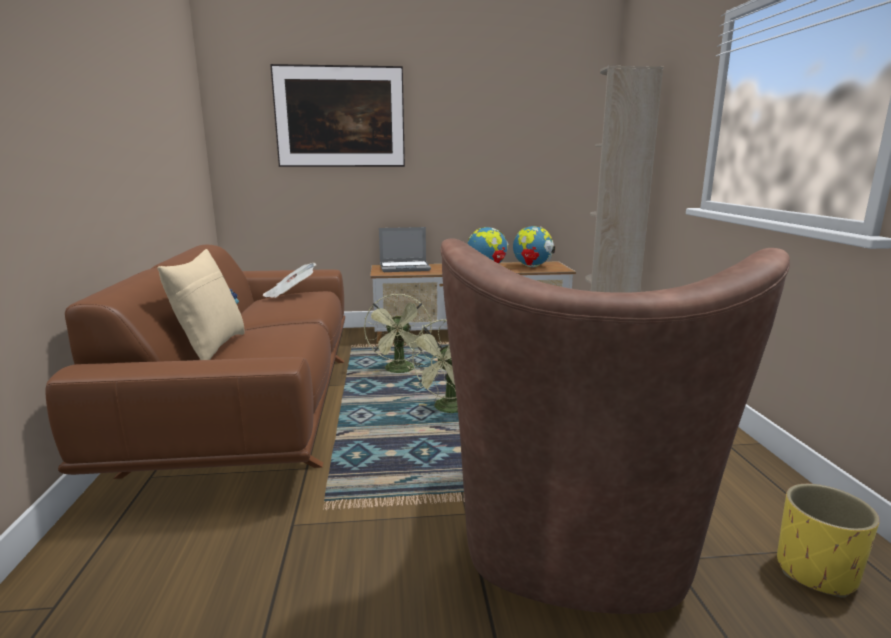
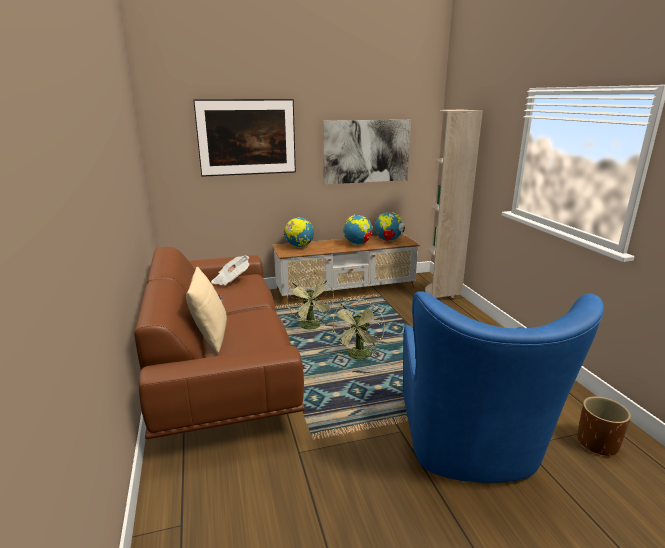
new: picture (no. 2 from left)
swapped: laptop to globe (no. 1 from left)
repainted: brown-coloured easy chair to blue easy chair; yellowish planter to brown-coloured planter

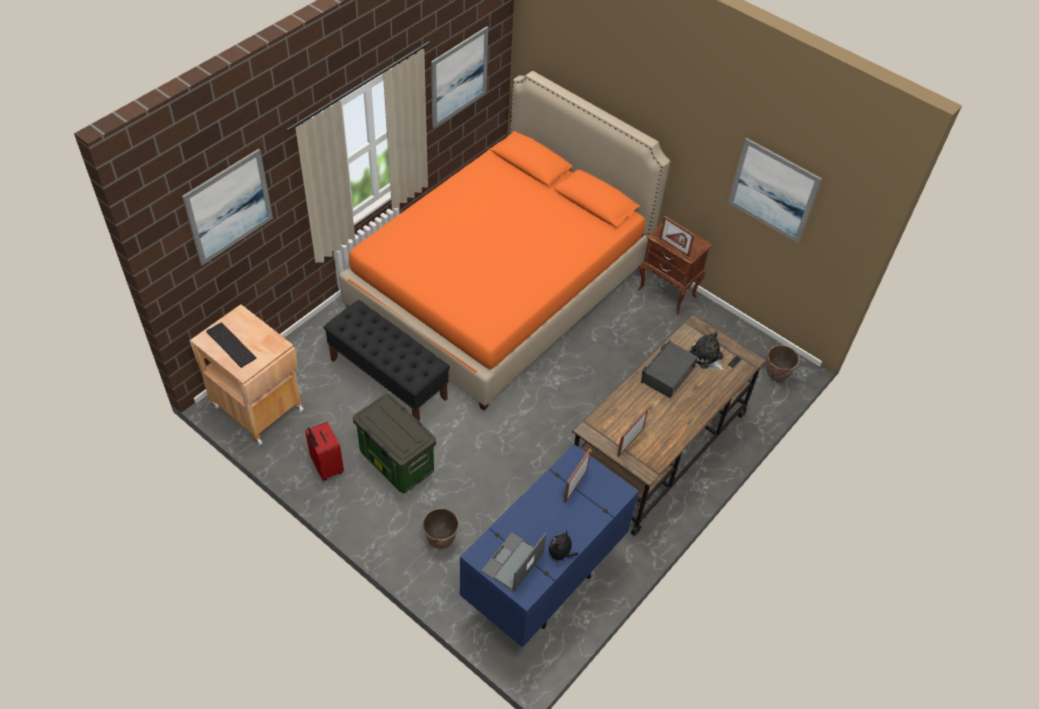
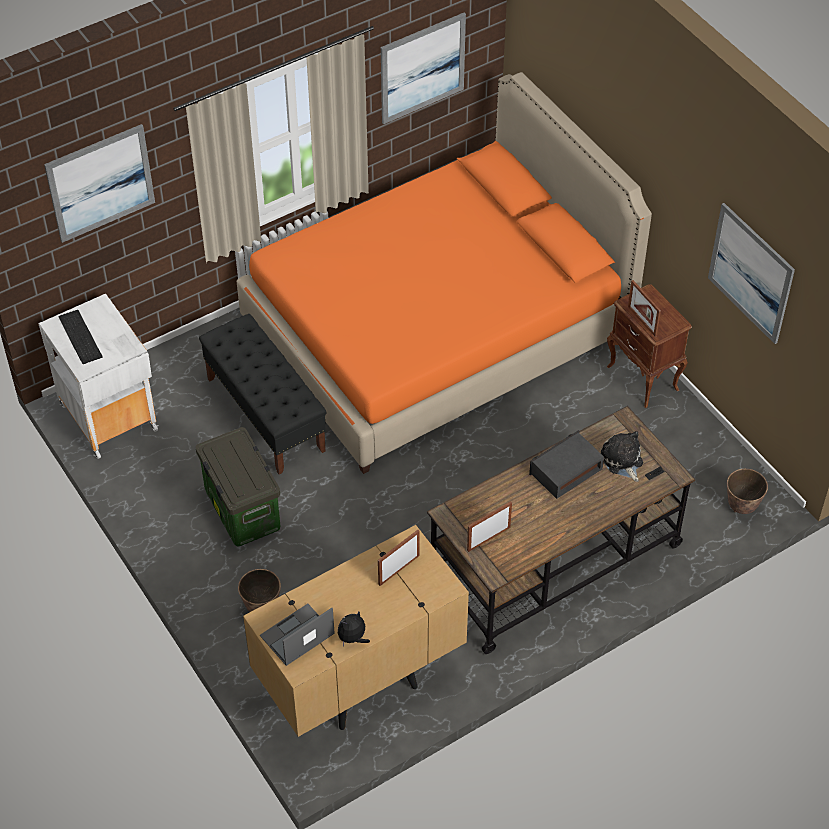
gone: reddish suitcase
repainted: brown-coloured wheeled cart to whitish wheeled cart; blue drawer chest to beige drawer chest

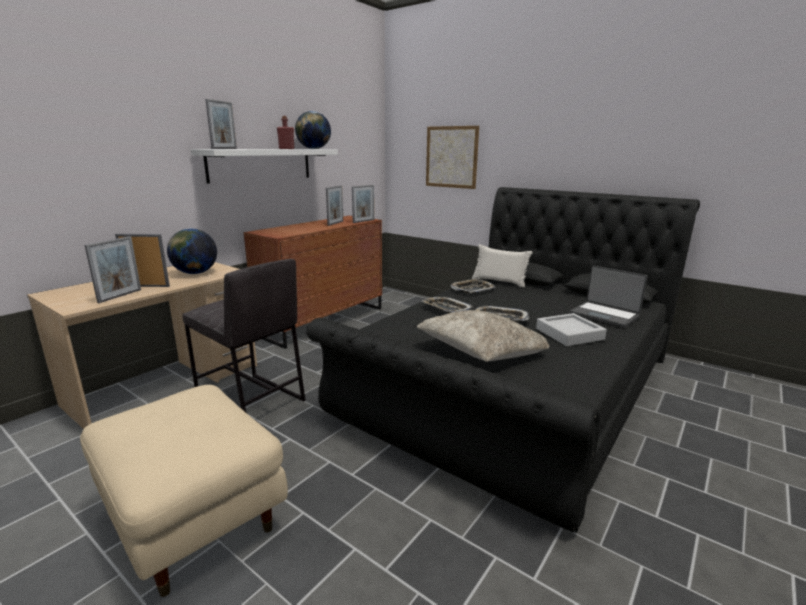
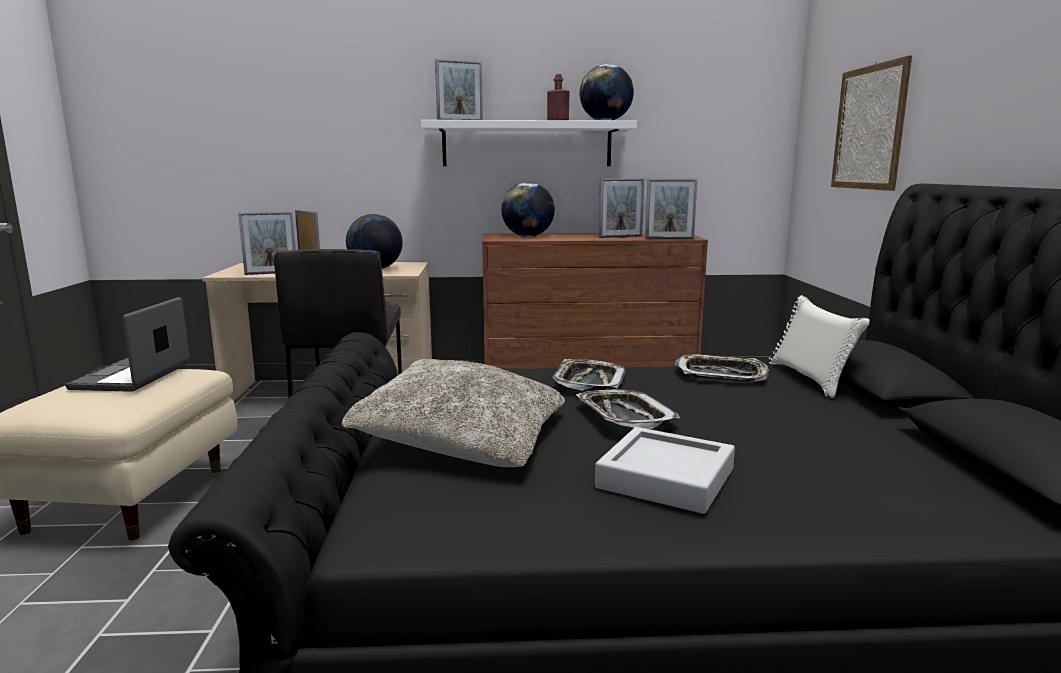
new: globe (no. 2 from left)
shifted: laptop

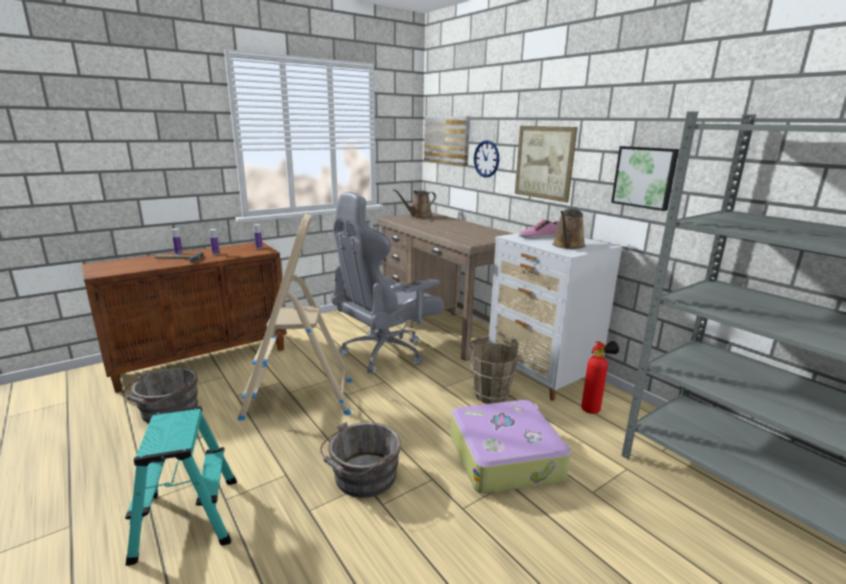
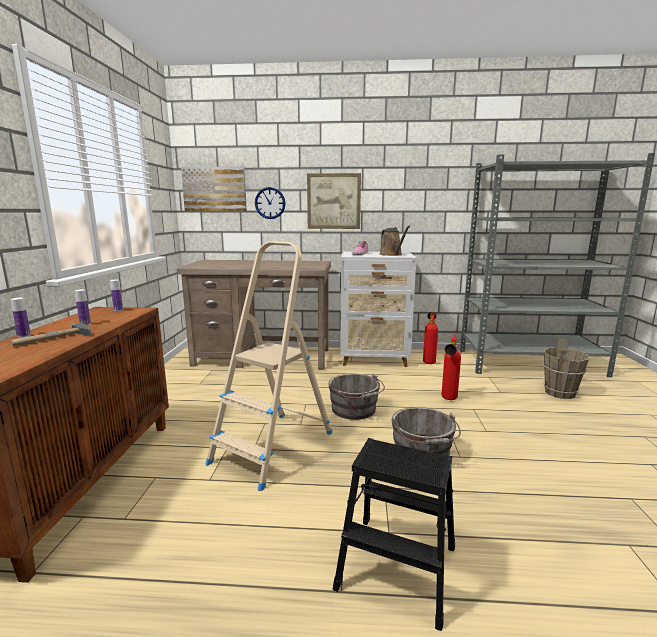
gone: picture (no. 3 from left); brown-coloured watering can (no. 1 from left); greyish desk chair
shifted: brown-coloured bucket; greyish bucket (no. 1 from left)
swapped: suitcase to fire extinguisher (no. 2 from left)
repainted: blue-green step ladder to black-coloured step ladder

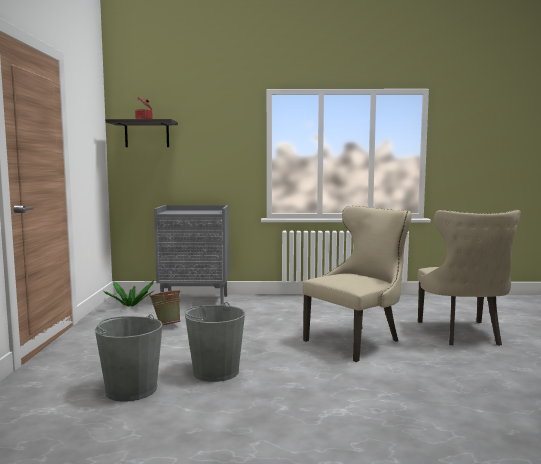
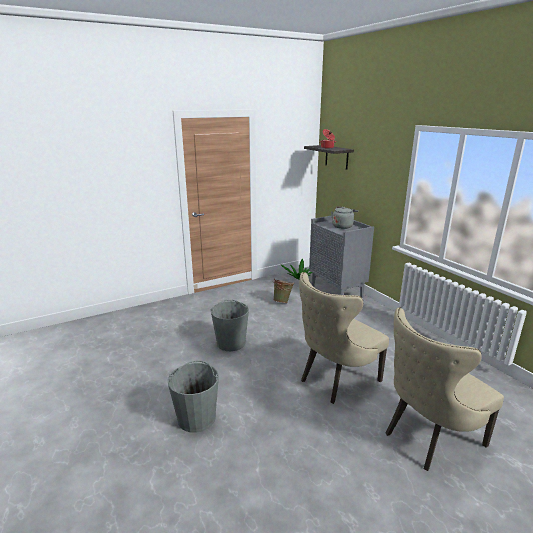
new: greyish kettle
shifted: greyish bucket (no. 1 from left)
rotated: beige plain chair (no. 1 from left) 120 degrees clockwise

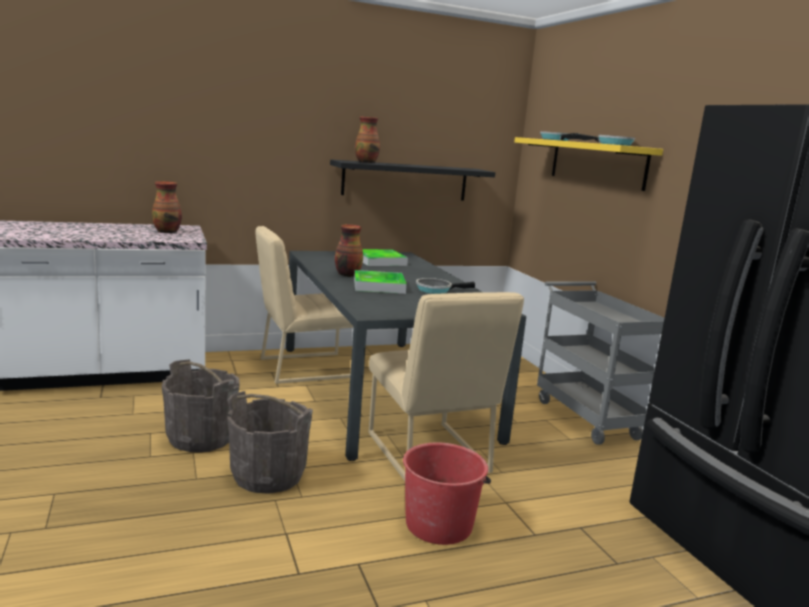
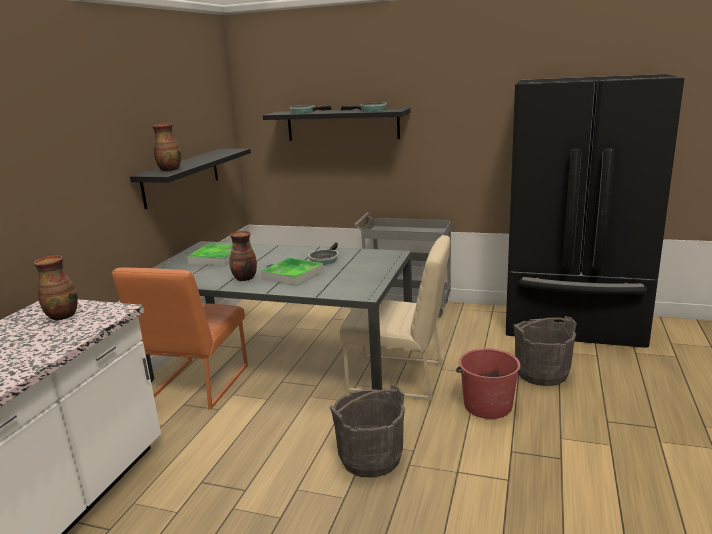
shifted: greyish bucket (no. 1 from left in the first image) to greyish bucket (no. 2 from left)
repainted: yellowish shelf to black-coloured shelf (no. 2 from left); beige plain chair (no. 1 from left) to orangey plain chair

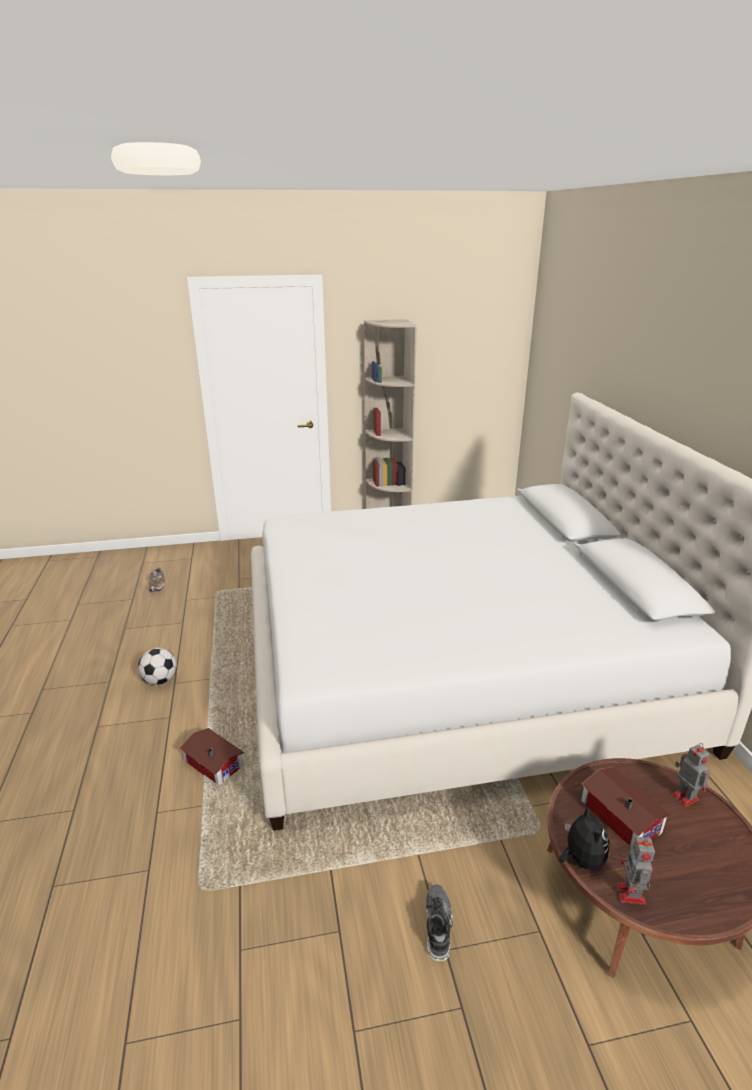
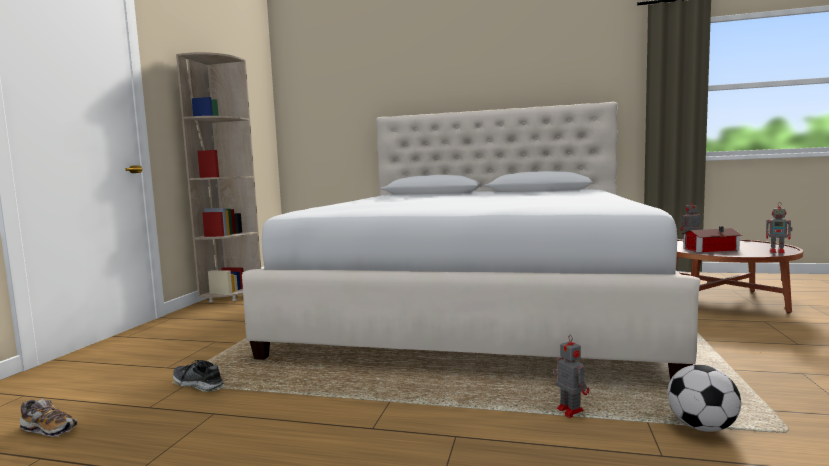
gone: soft toy
shifted: ball for football; shoe (no. 2 from left)
swapped: model house (no. 1 from left) to toy robot (no. 1 from left)

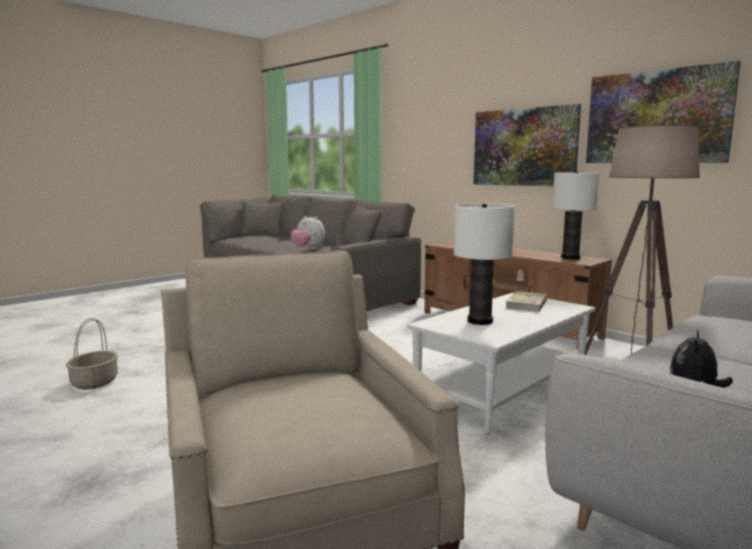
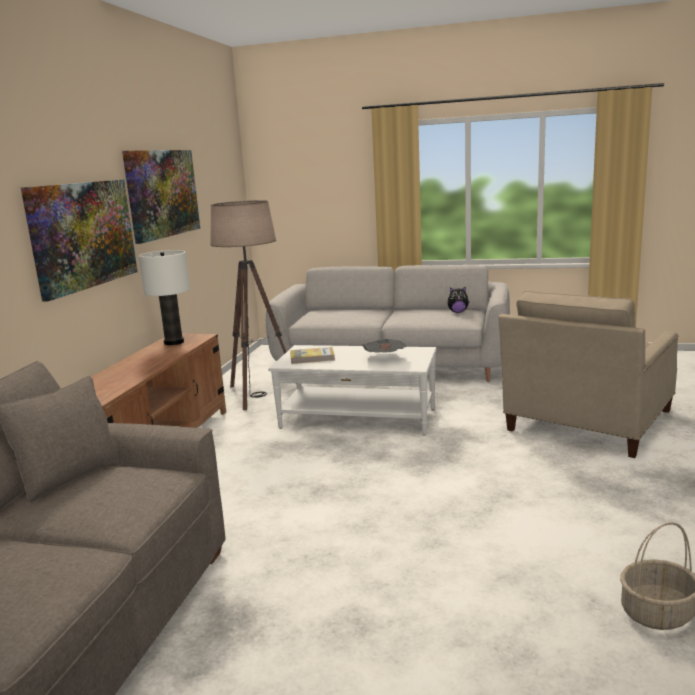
gone: soft toy (no. 1 from left)
swapped: whitish lamp for a table (no. 1 from left) to printed paper

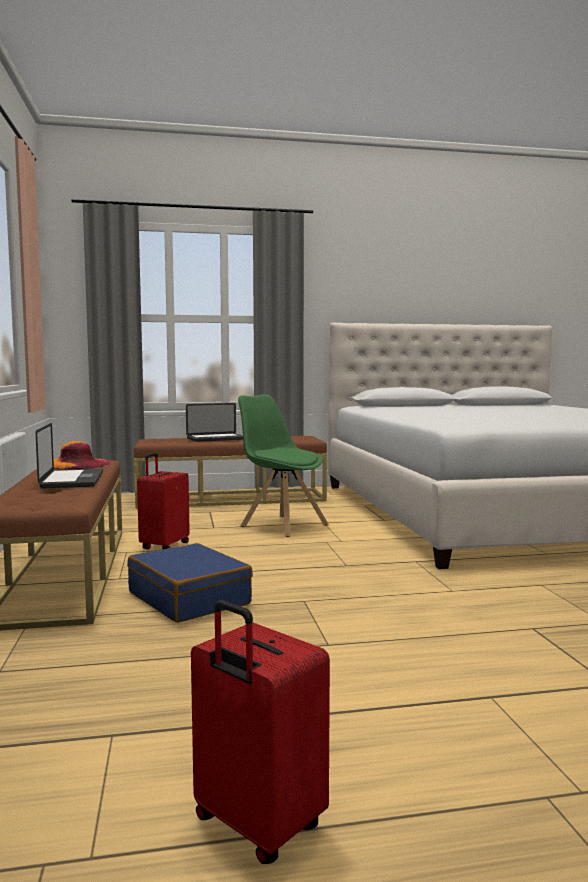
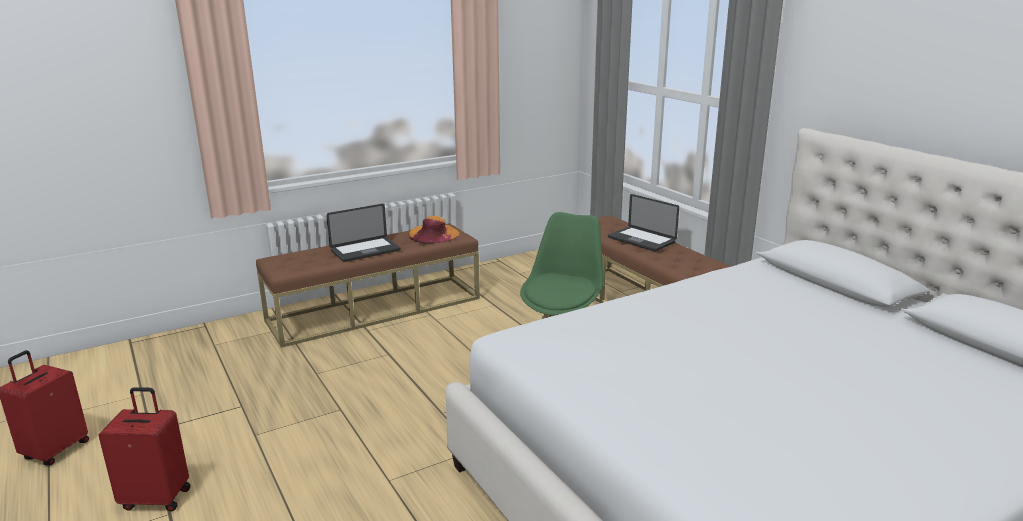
gone: blue suitcase
shifted: reddish suitcase (no. 1 from left in the first image) to reddish suitcase (no. 2 from left)

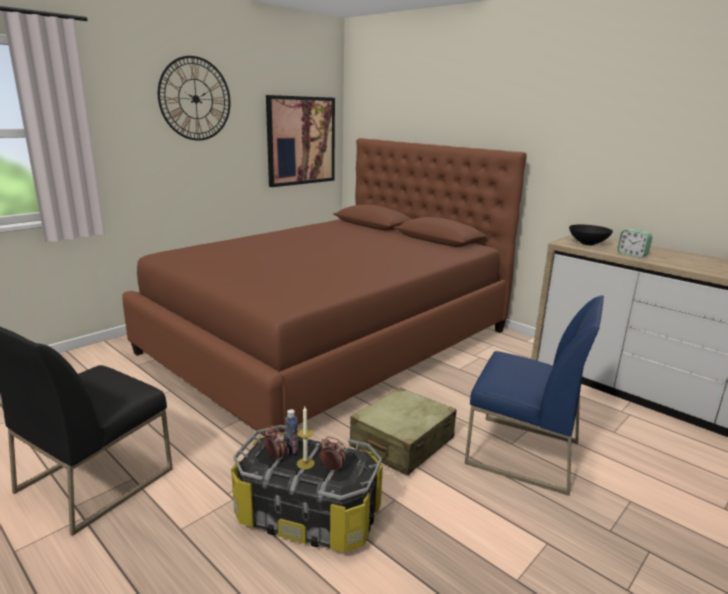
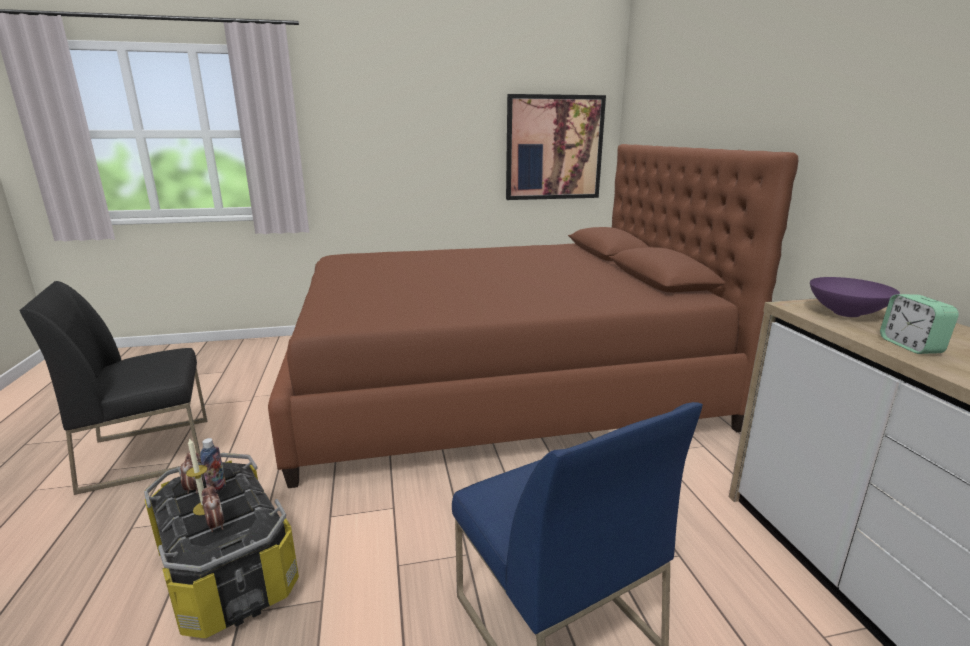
gone: wall clock; beige suitcase
repainted: black-coloured bowl to purple bowl

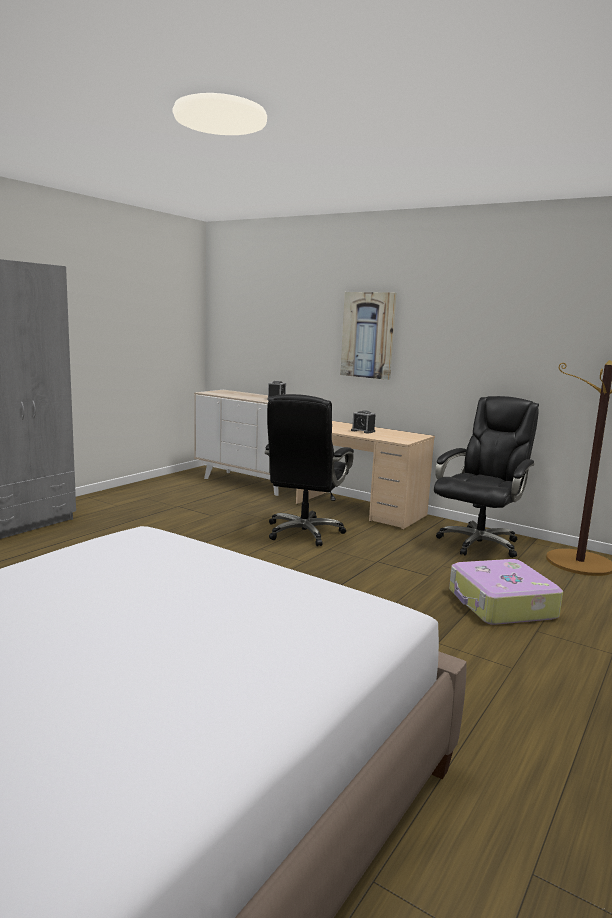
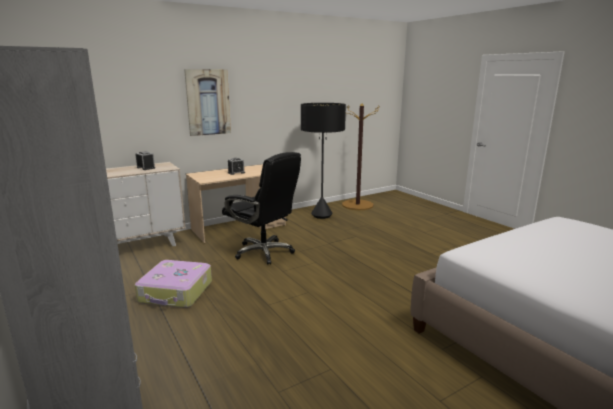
shifted: suitcase
swapped: black-coloured desk chair (no. 2 from left) to black-coloured standard lamp

